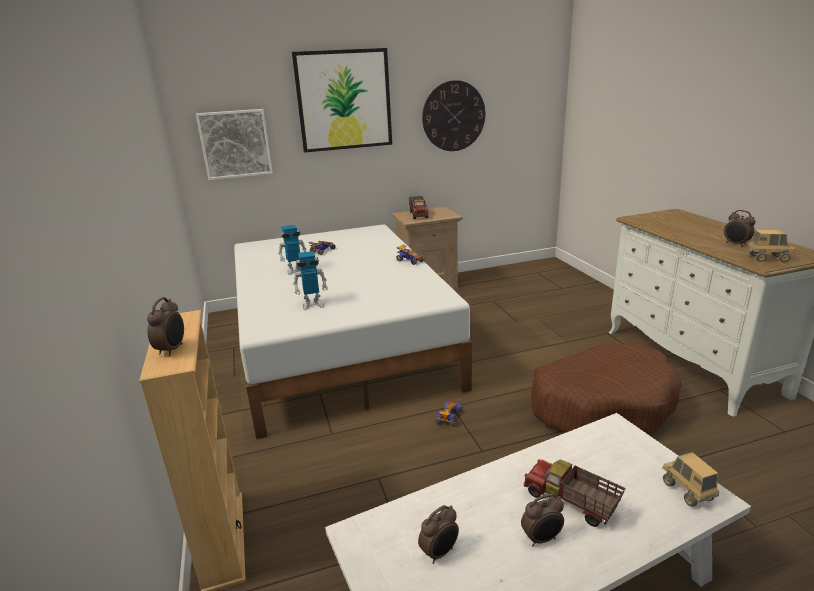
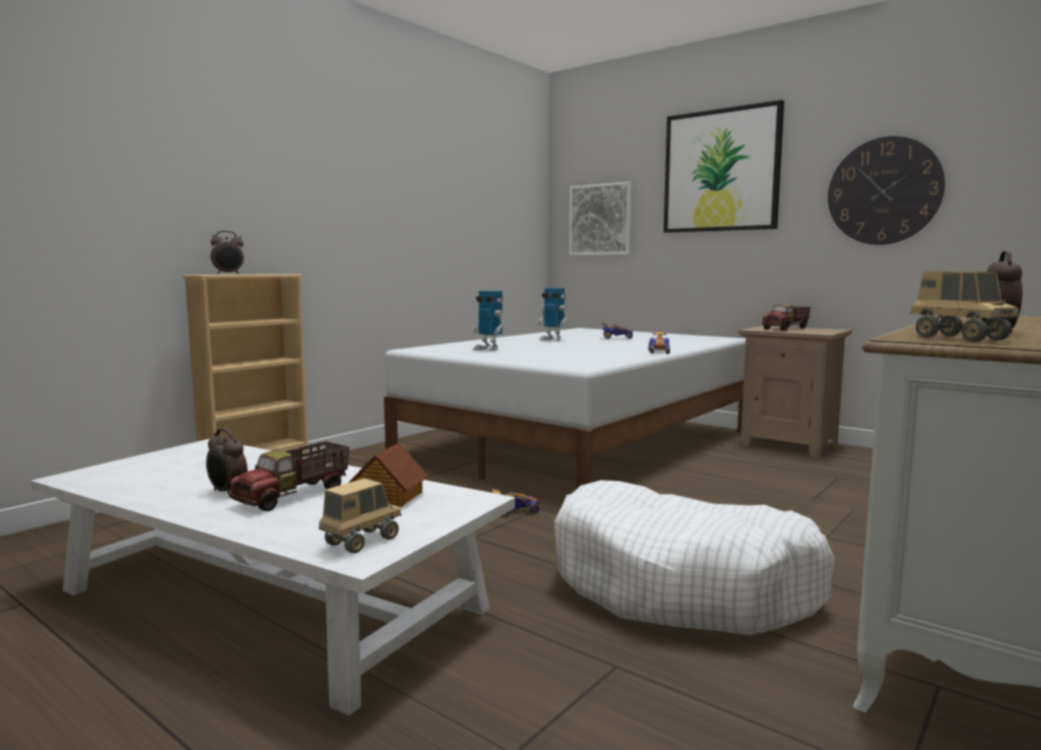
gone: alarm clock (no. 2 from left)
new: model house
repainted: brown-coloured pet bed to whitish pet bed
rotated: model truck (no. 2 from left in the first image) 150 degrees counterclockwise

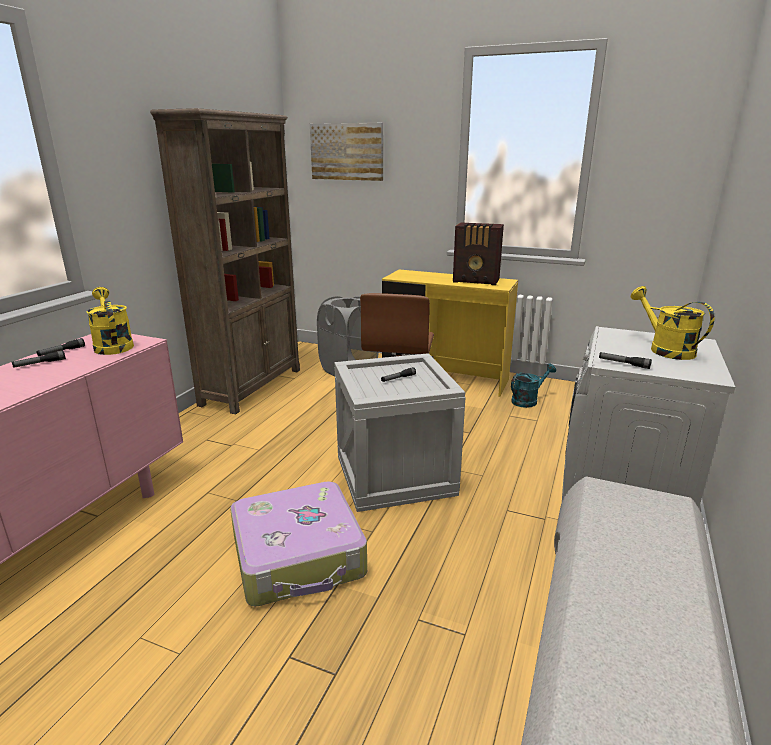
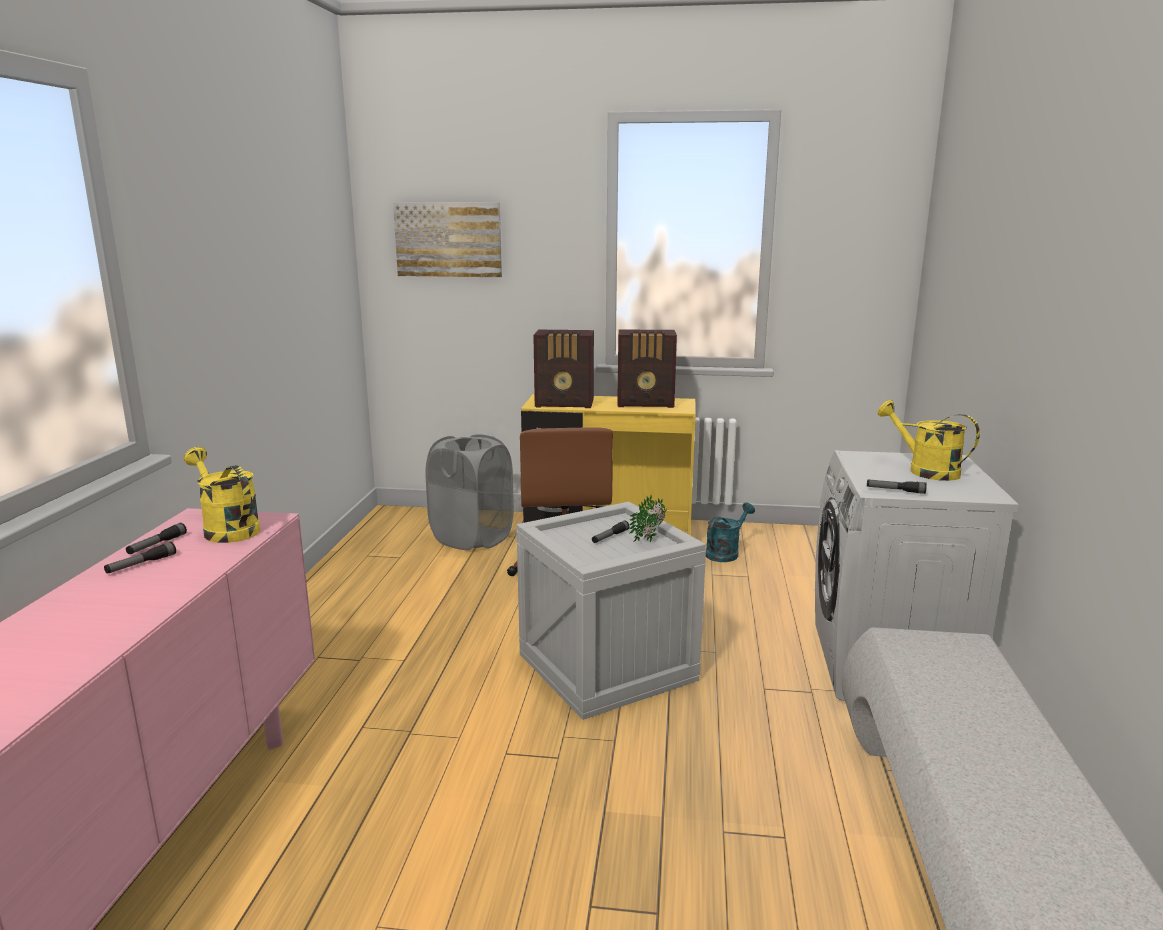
gone: brown-coloured bookcase; suitcase
new: radio receiver (no. 1 from left); houseplant

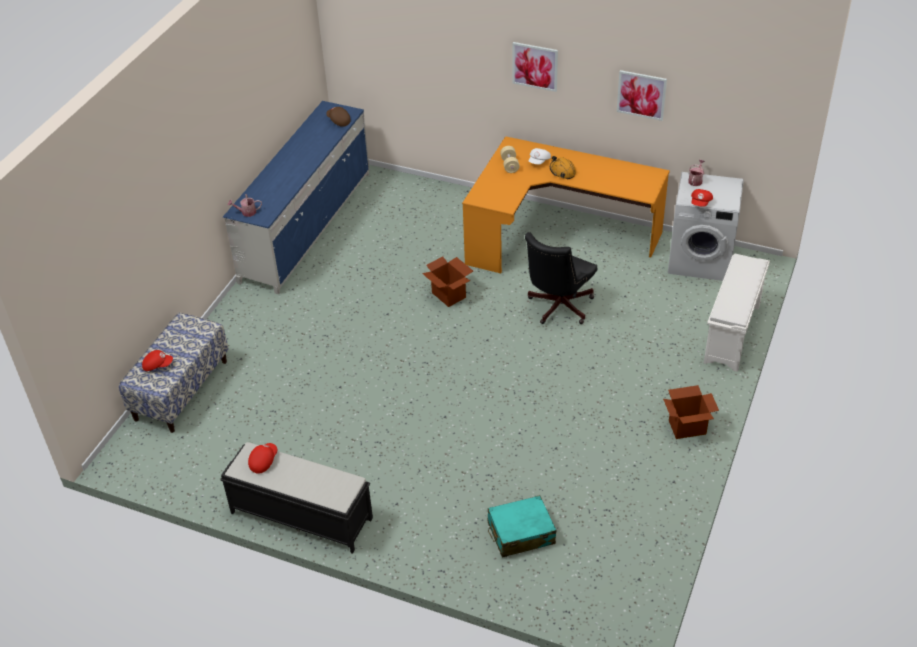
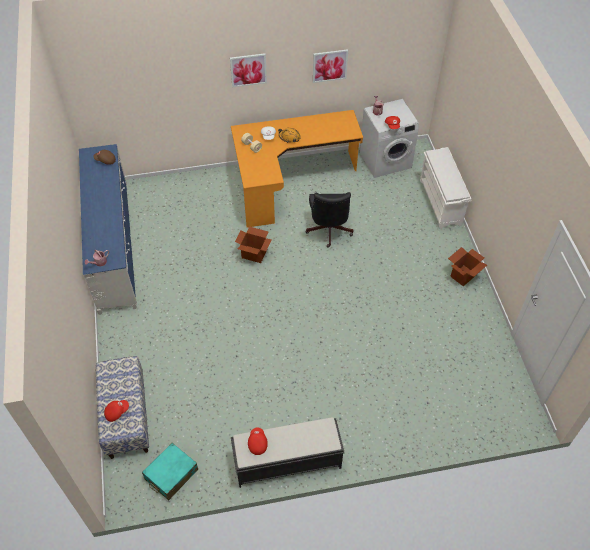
shifted: blue-green suitcase

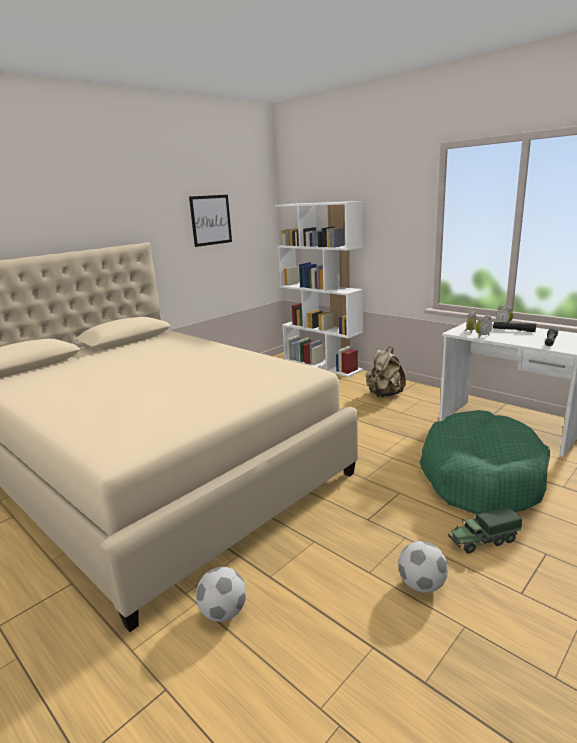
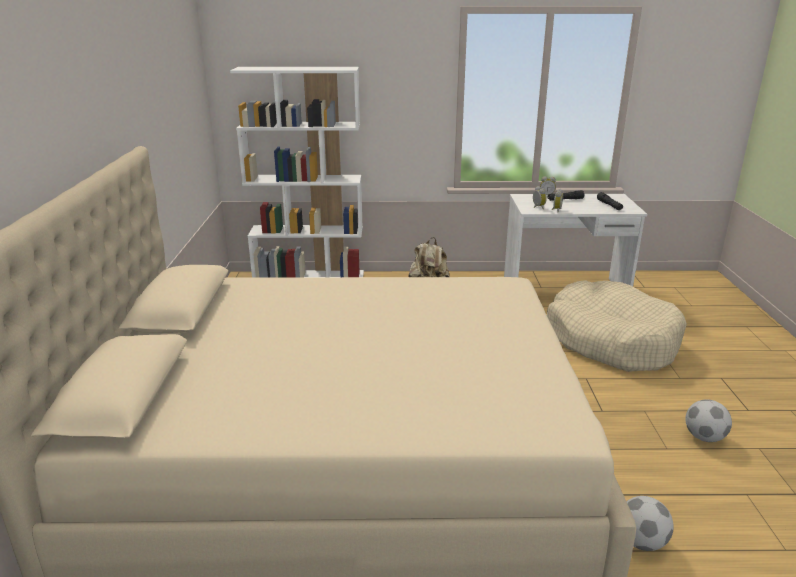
gone: picture; model truck
repainted: green-coloured pet bed to beige pet bed

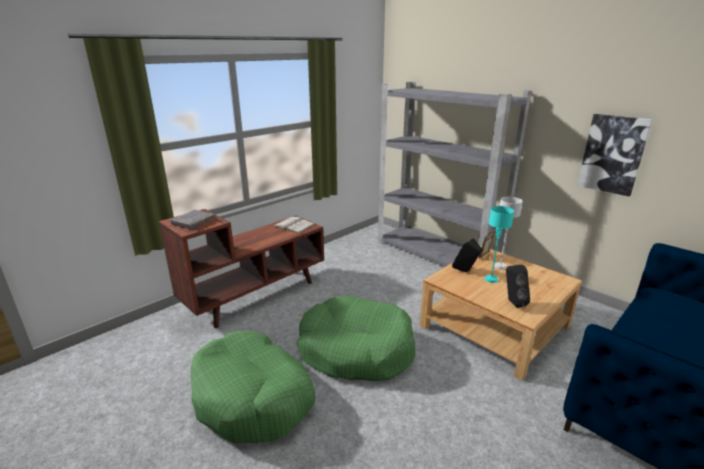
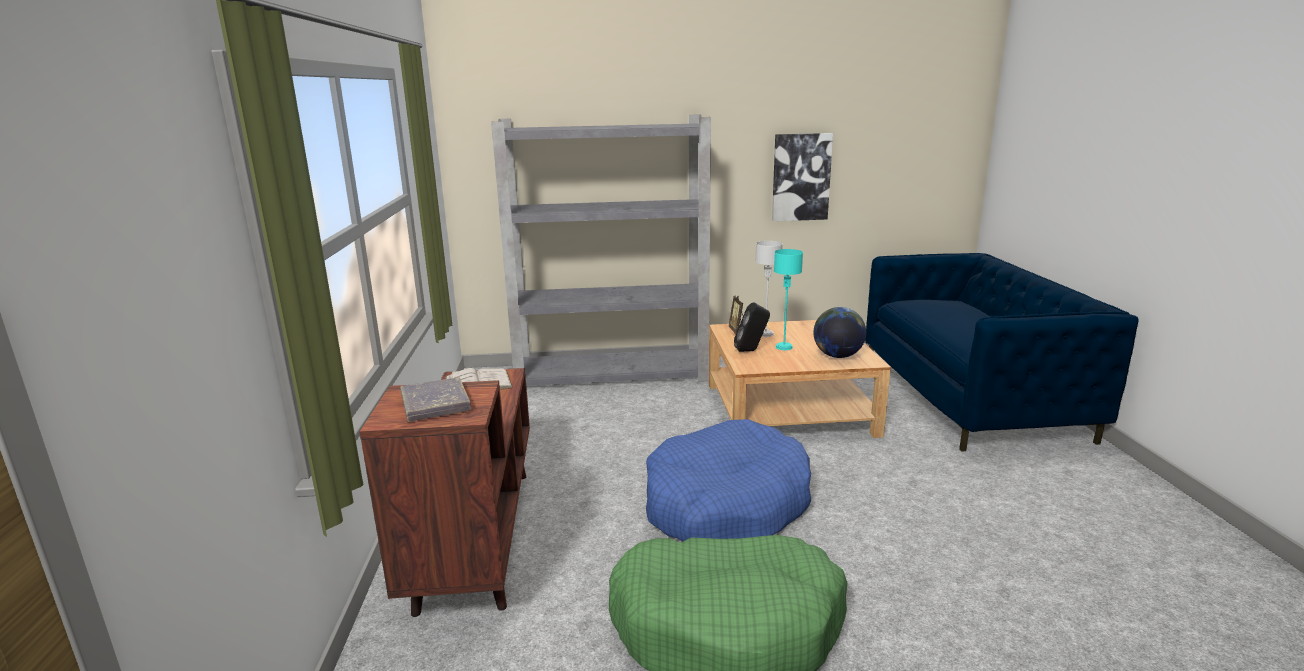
swapped: black-coloured loudspeaker (no. 2 from left) to globe
repainted: green-coloured pet bed (no. 2 from left) to blue pet bed

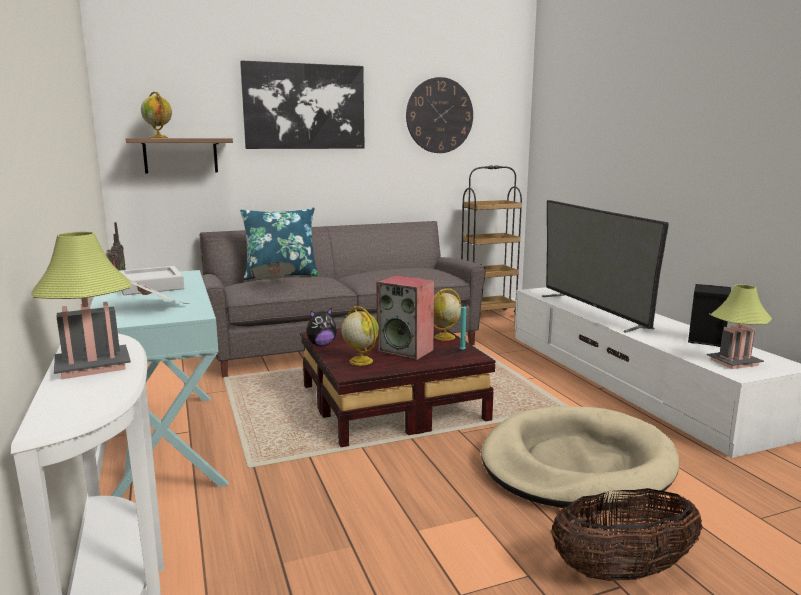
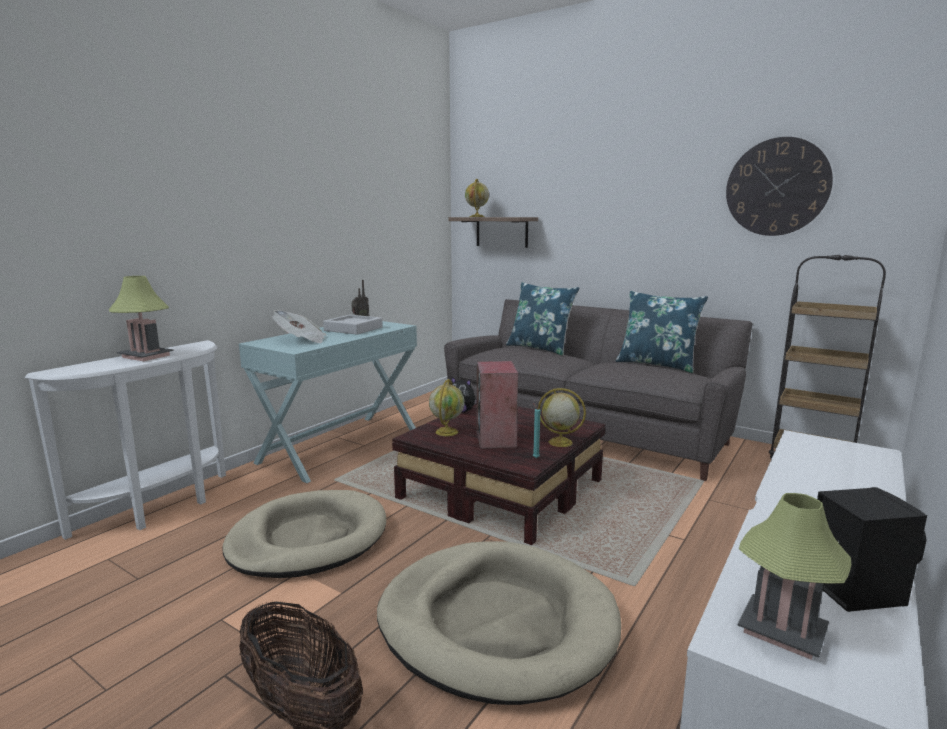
gone: picture; TV set; printed paper (no. 2 from left)
new: blue throw pillow (no. 2 from left); beige pet bed (no. 1 from left)

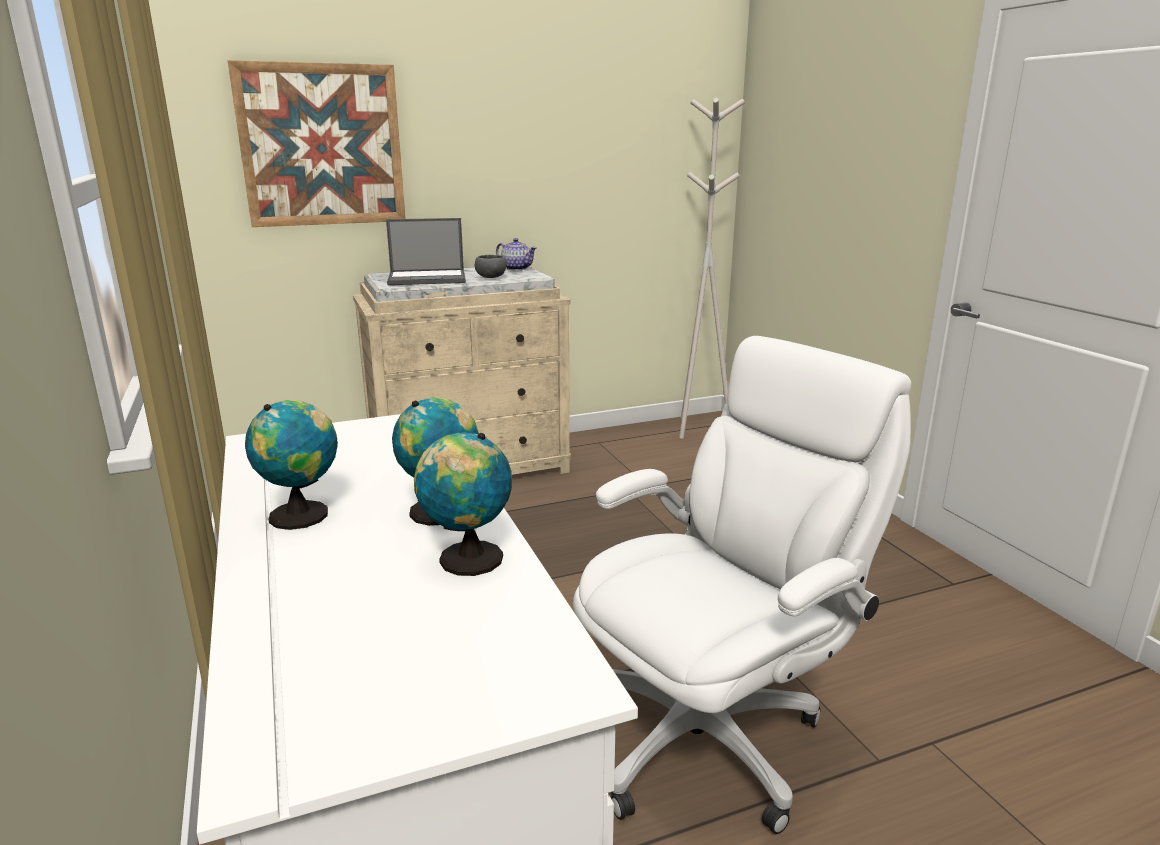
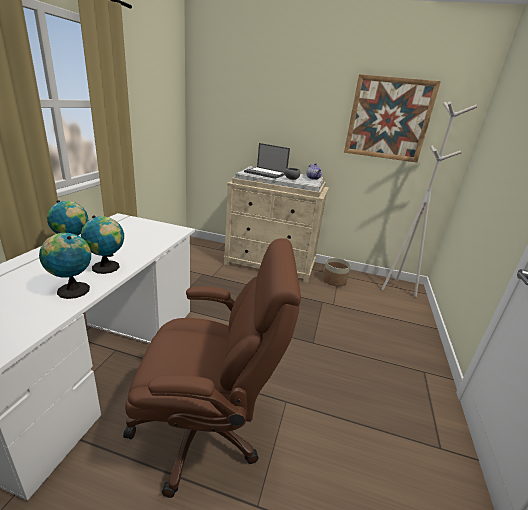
new: planter
shifted: picture
repainted: whitish desk chair to brown-coloured desk chair

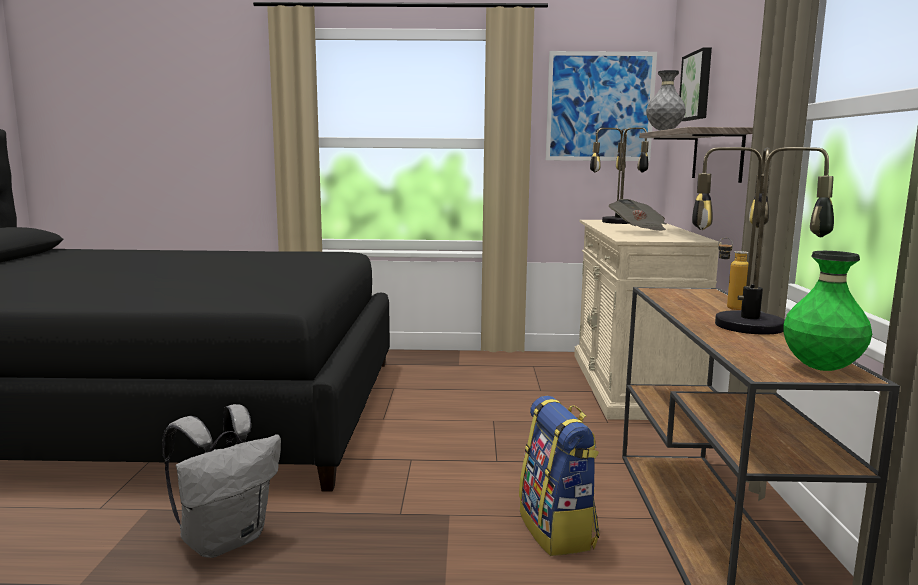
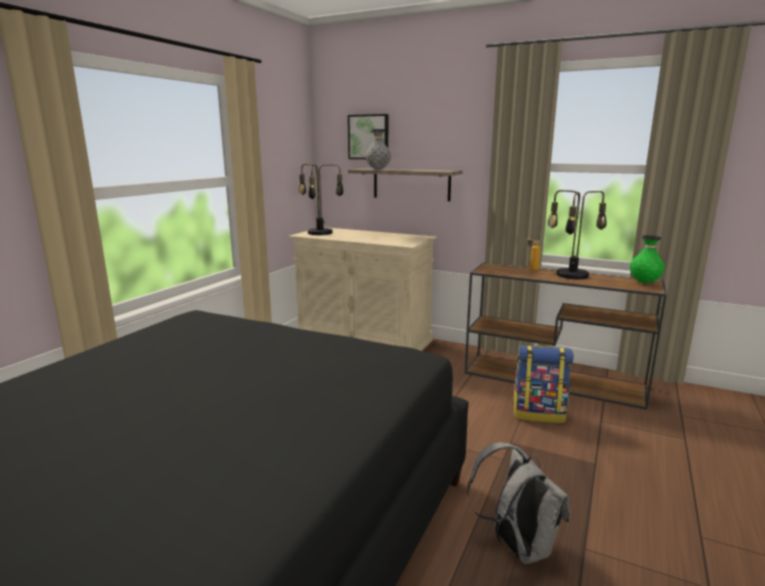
gone: picture (no. 1 from left); printed paper

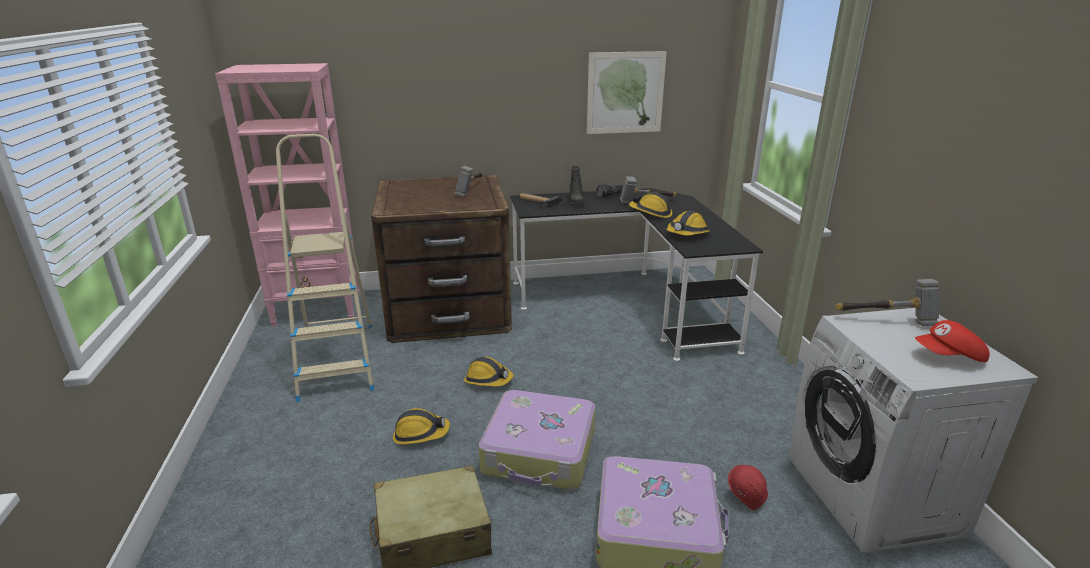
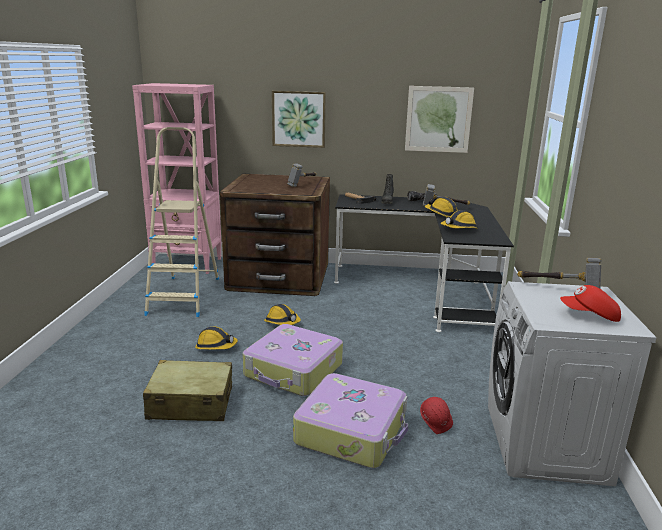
new: picture (no. 1 from left)

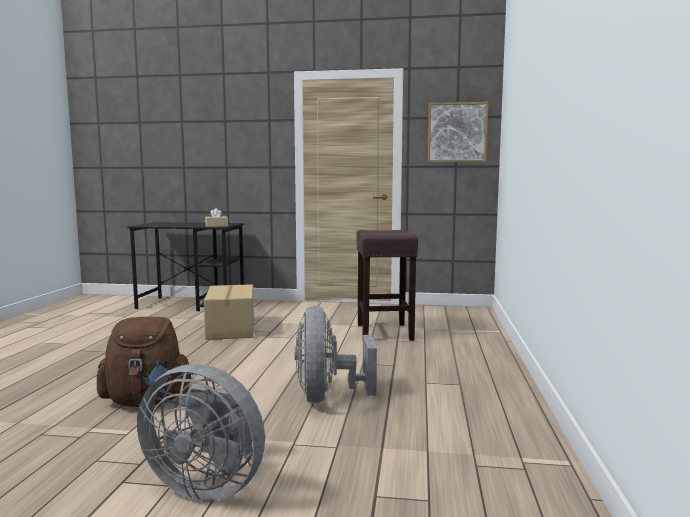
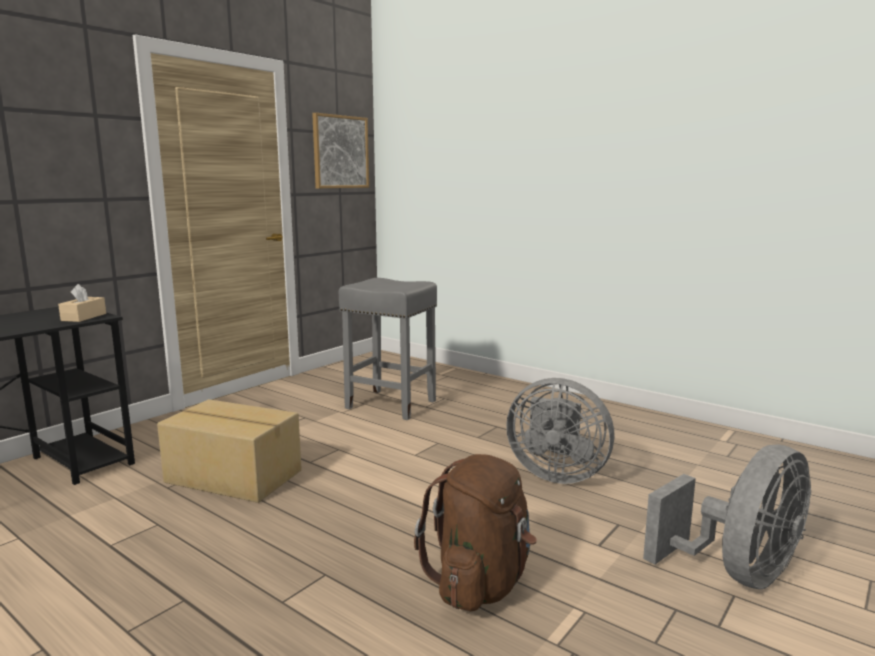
repainted: brown-coloured stool to greyish stool

